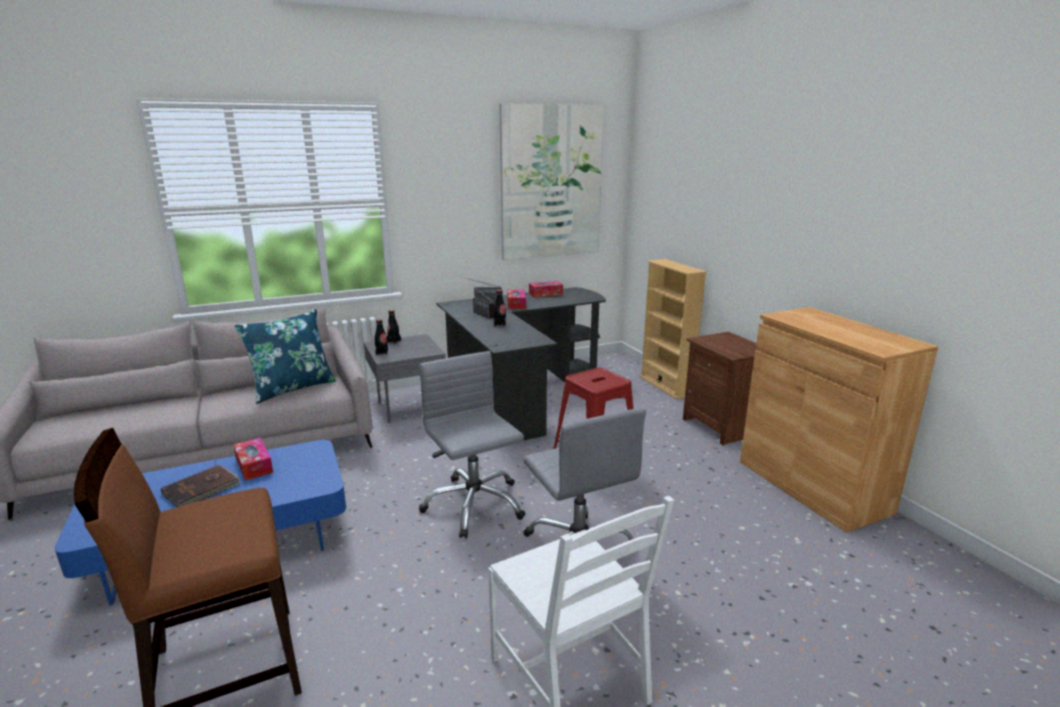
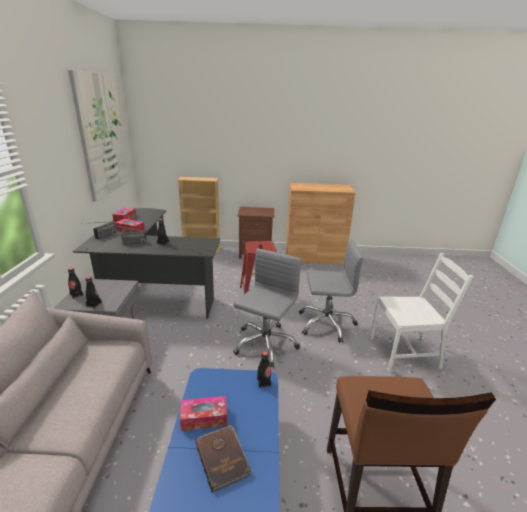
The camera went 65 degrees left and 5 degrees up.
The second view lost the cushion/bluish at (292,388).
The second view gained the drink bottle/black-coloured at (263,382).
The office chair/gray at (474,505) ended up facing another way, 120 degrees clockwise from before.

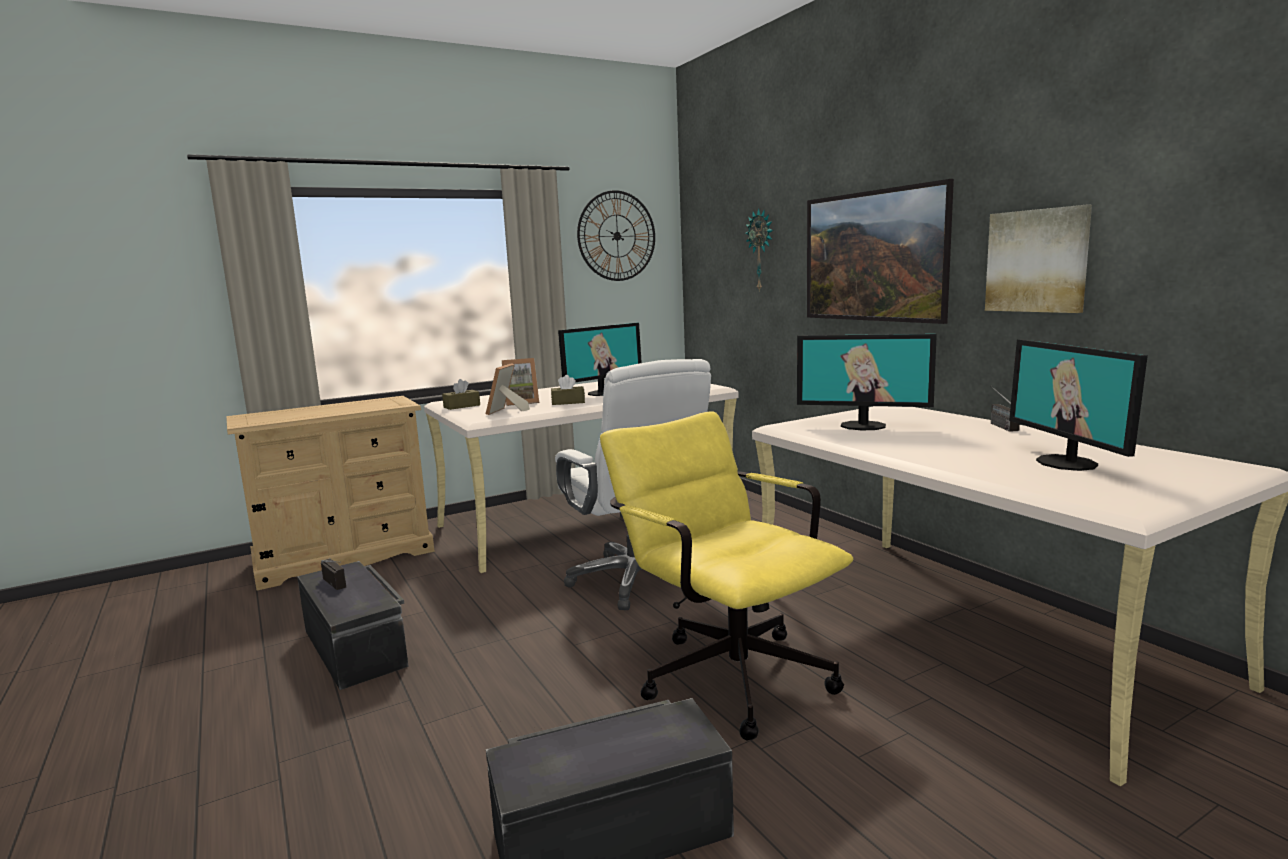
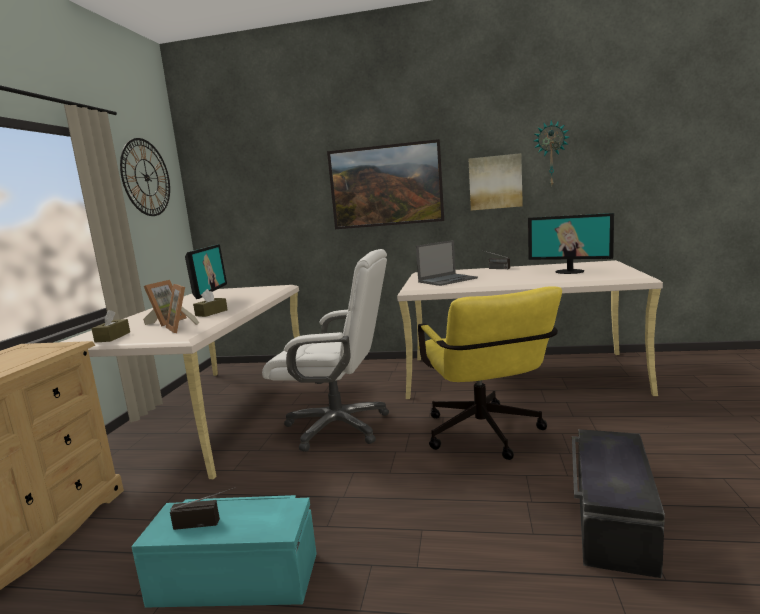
The camera went 50 degrees left and 0 degrees up.
The wall clock ended up elsewhere, having gone from (761,250) to (550,154).
Where the computer screen stood at (863,425), the laptop came to stand at (448,280).
What was the storage bin/black-coloured at (356,647) turned into the storage bin/turquoise at (235,577).
The office chair/yellow at (725,671) ended up facing another way, 105 degrees counterclockwise from before.

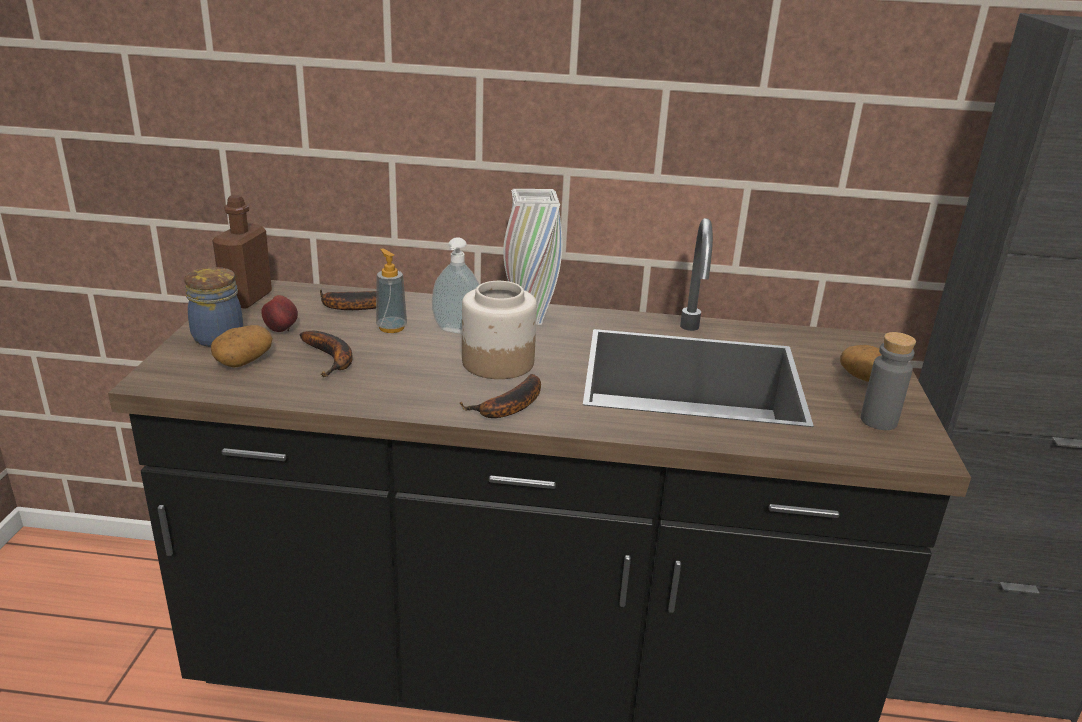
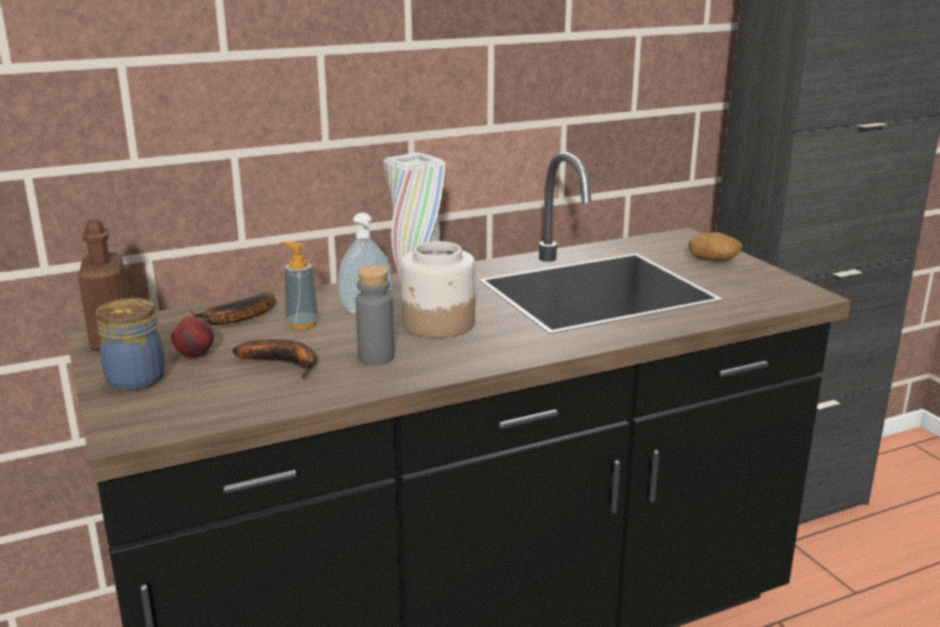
The camera went 30 degrees left and 5 degrees down.
The second view lost the whole potato at (244,360).
The second view lost the banana fruit at (509,407).
The drink bottle/gray ended up elsewhere, having gone from (878,421) to (376,357).

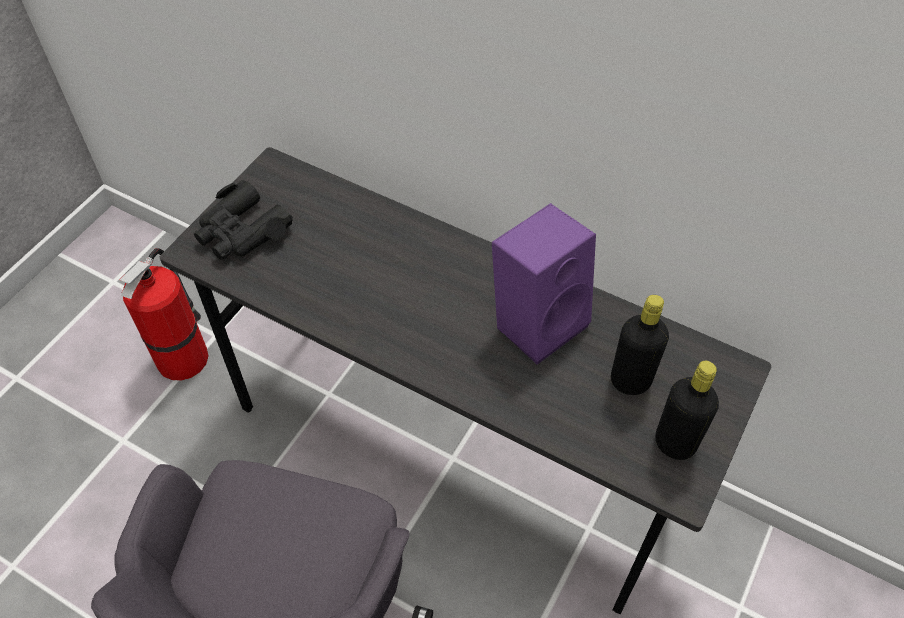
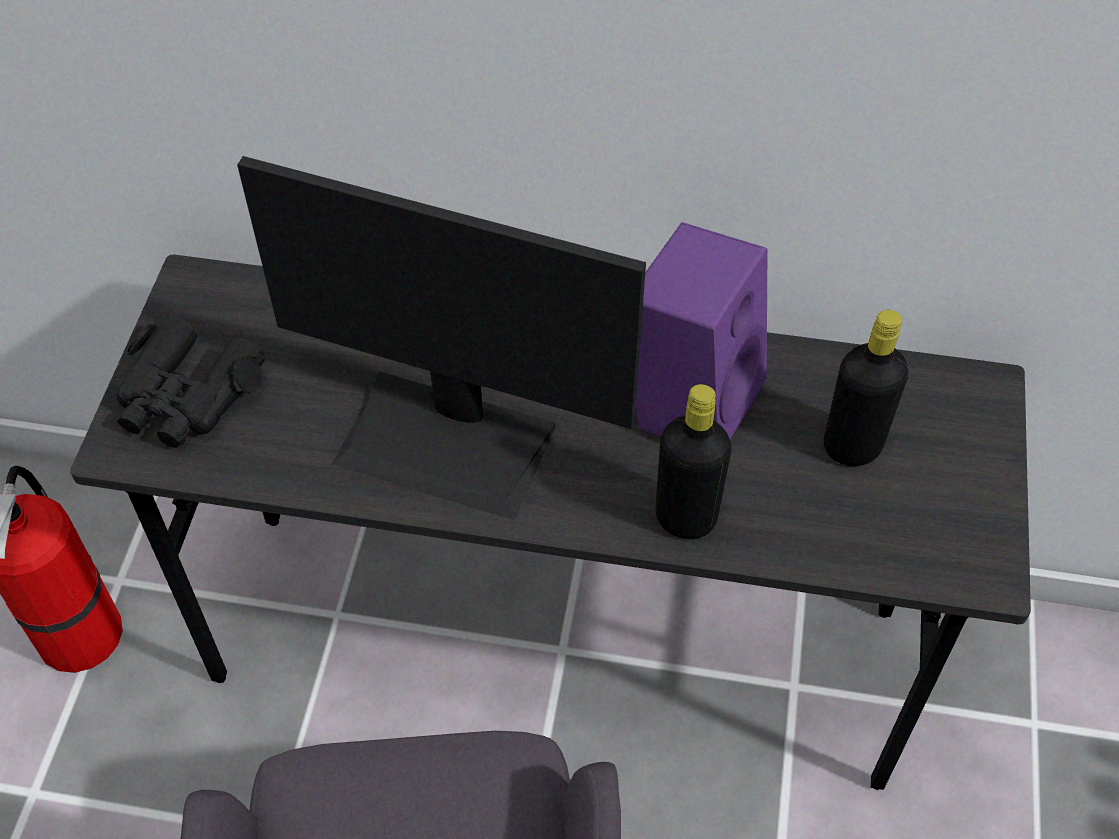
The camera went 20 degrees left and 0 degrees up.
The second view gained the computer screen at (448,441).
The drink bottle/black-coloured ended up elsewhere, having gone from (675,443) to (685,517).

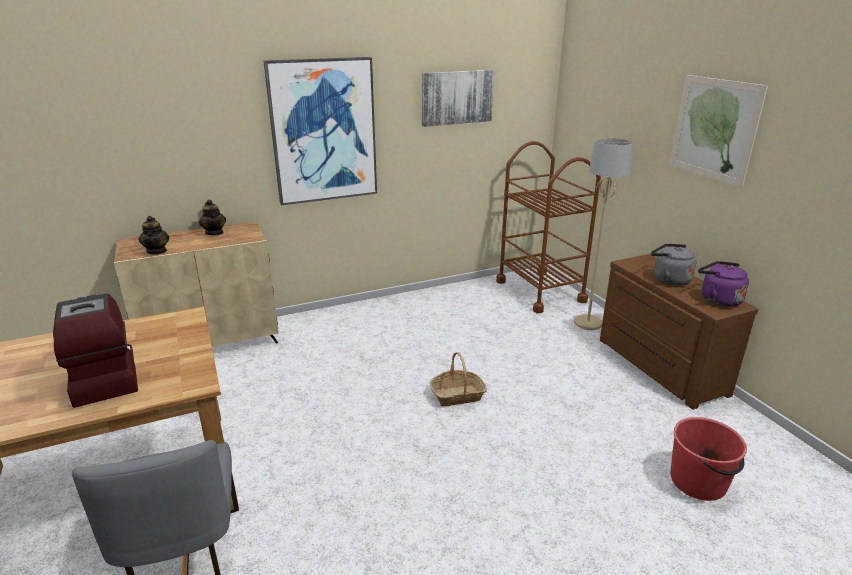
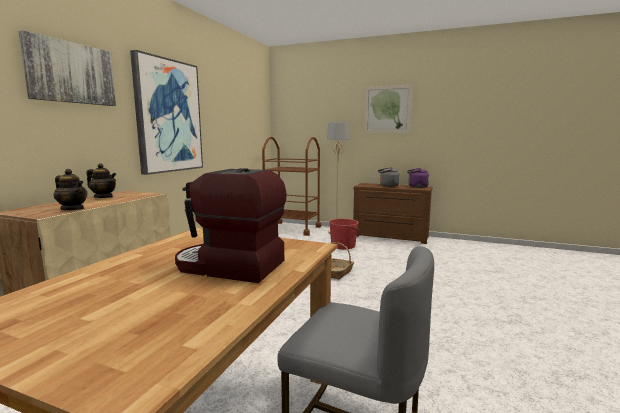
The camera went 45 degrees left and 15 degrees down.
The wall picture ended up elsewhere, having gone from (457,97) to (71,73).
The pail/red-coloured ended up elsewhere, having gone from (699,481) to (343,246).

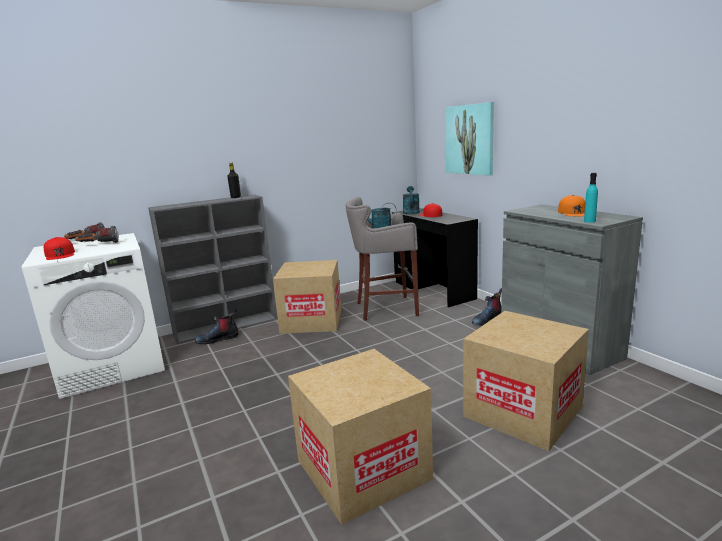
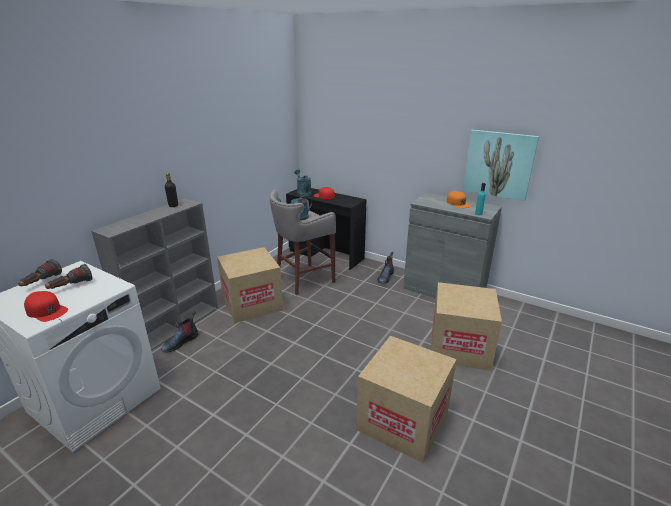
The camera went 30 degrees left and 10 degrees up.
The wall picture ended up elsewhere, having gone from (469,139) to (498,164).

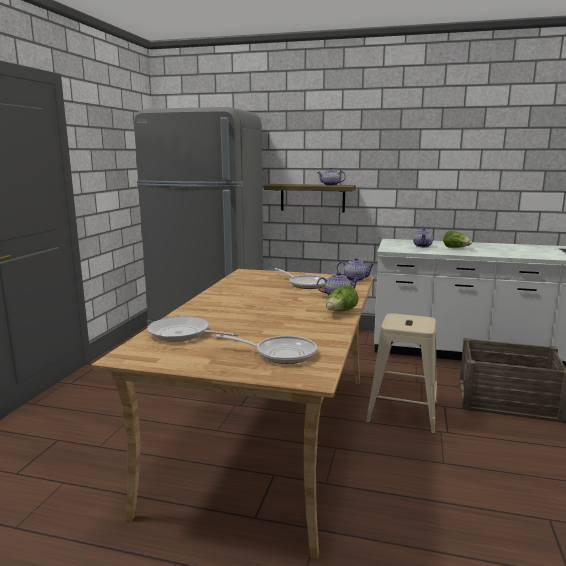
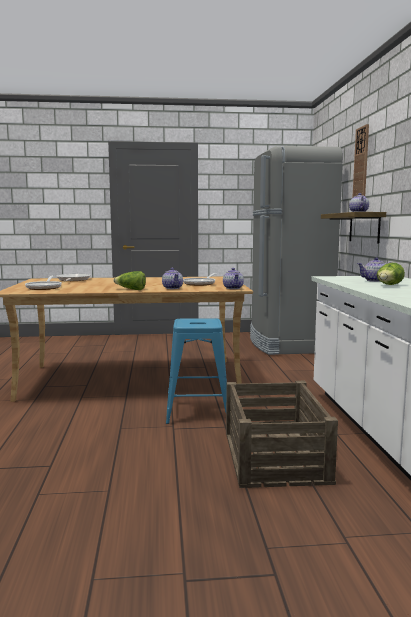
The camera went 70 degrees right and 5 degrees down.
The second view gained the wall clock at (361,164).
What was the stool seat/beige-coloured at (402,412) turned into the stool seat/bluish at (198,411).

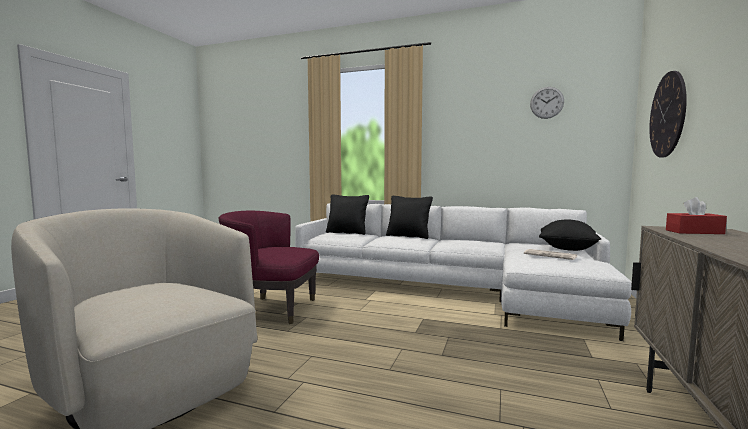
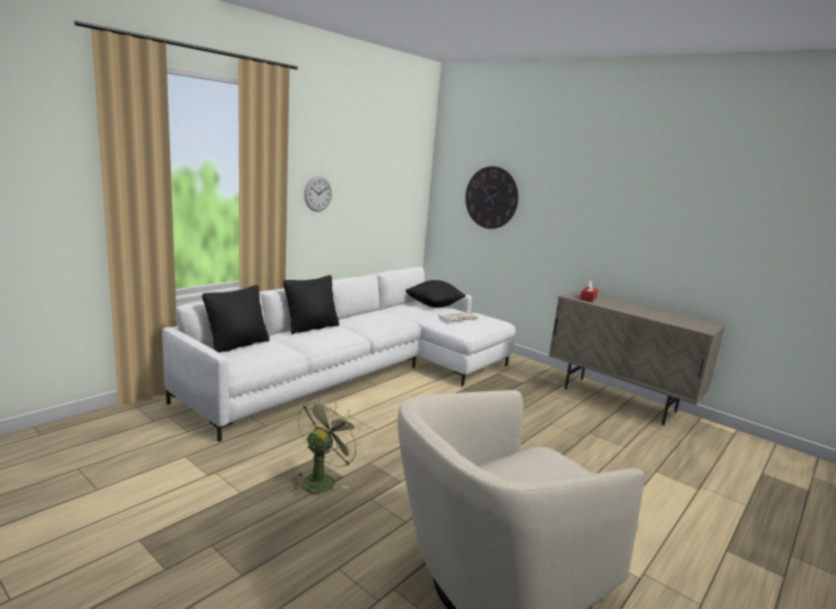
The camera went 70 degrees left and 10 degrees up.
The wall clock ended up elsewhere, having gone from (546,102) to (318,194).
Where the easy chair/purple stood at (273,309), the electric fan/greenish came to stand at (322,479).

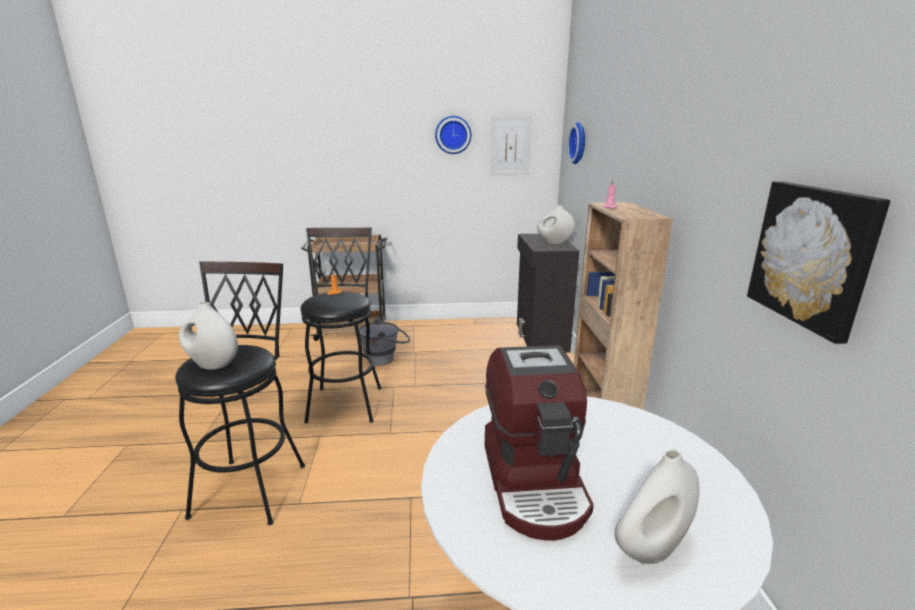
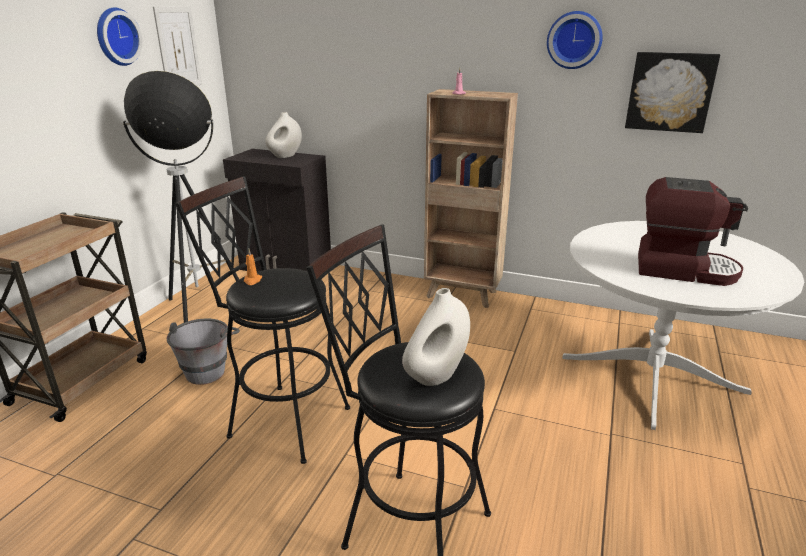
The camera went 65 degrees left and 5 degrees up.
The second view lost the decorative vase/whitish at (651,549).
The second view gained the floor lamp at (201,312).
The wall clock ended up elsewhere, having gone from (579,143) to (574,40).

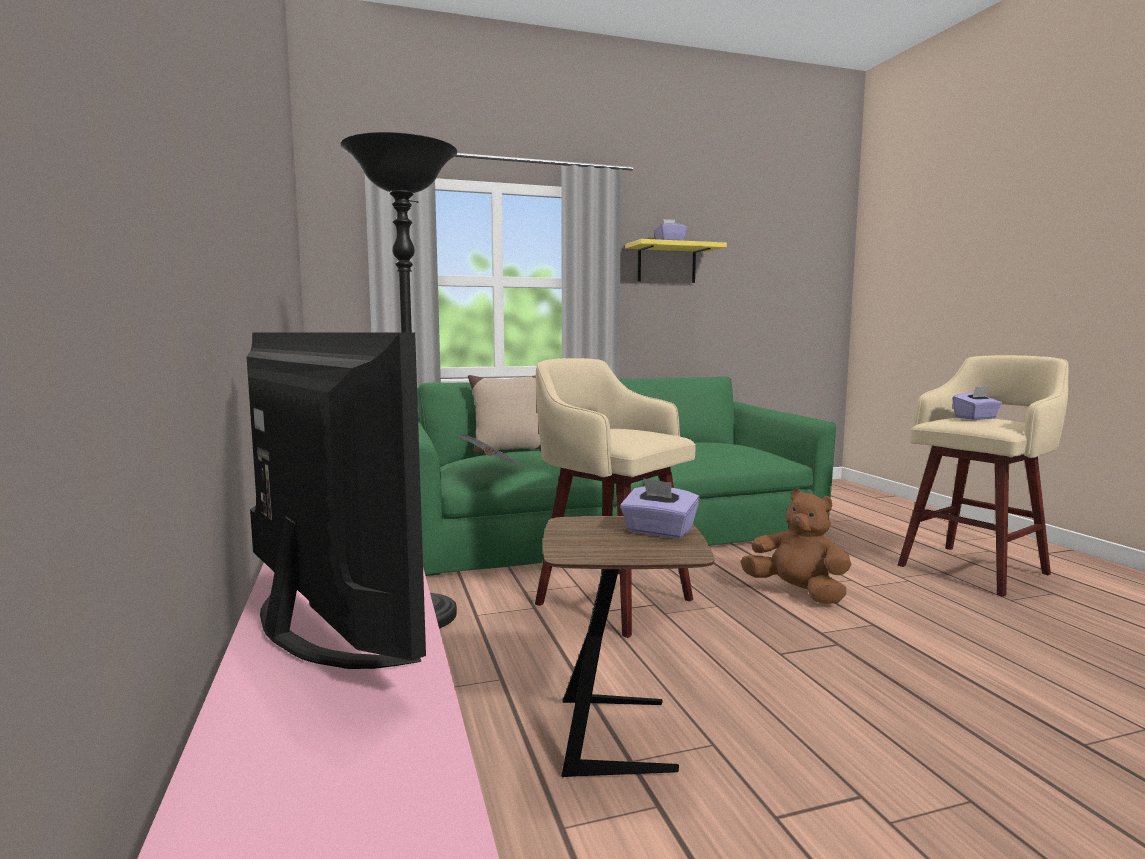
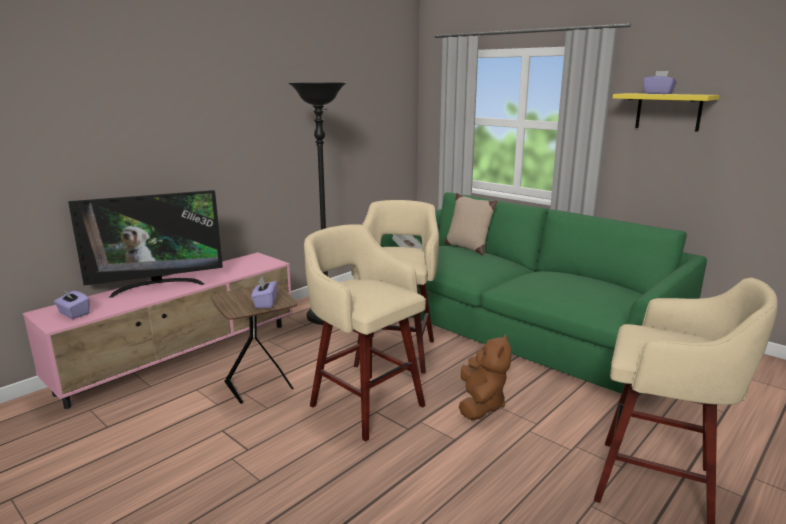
The camera went 60 degrees right and 10 degrees up.
The second view gained the stool seat/beige-coloured at (365,404).
The box of tissues/purple ended up elsewhere, having gone from (975,418) to (73,313).
The television at (312,627) ended up facing another way, 45 degrees clockwise from before.

